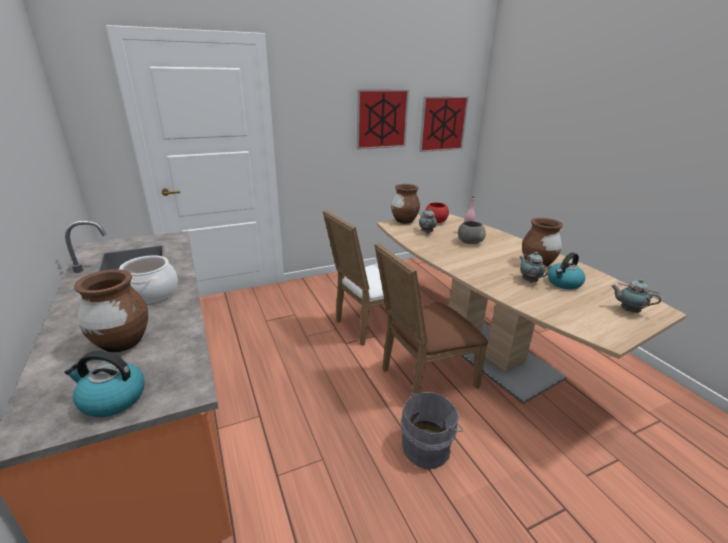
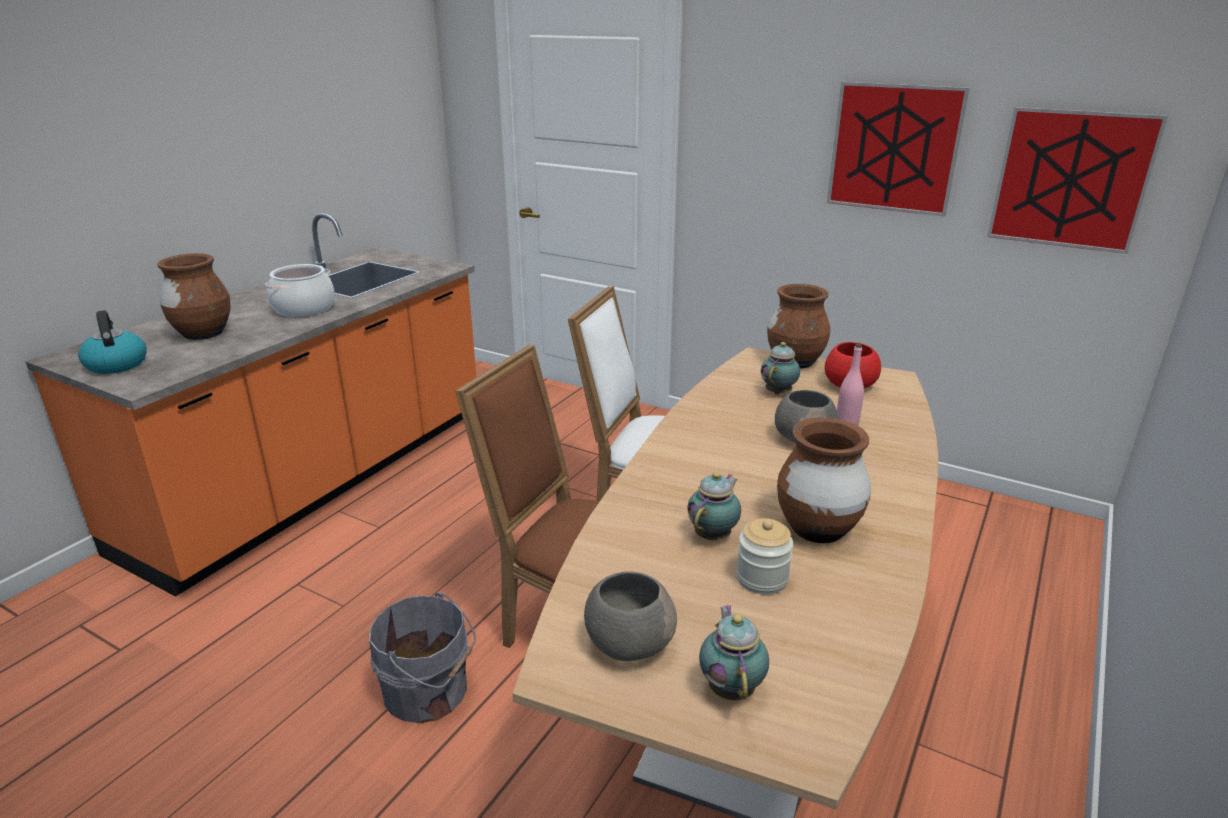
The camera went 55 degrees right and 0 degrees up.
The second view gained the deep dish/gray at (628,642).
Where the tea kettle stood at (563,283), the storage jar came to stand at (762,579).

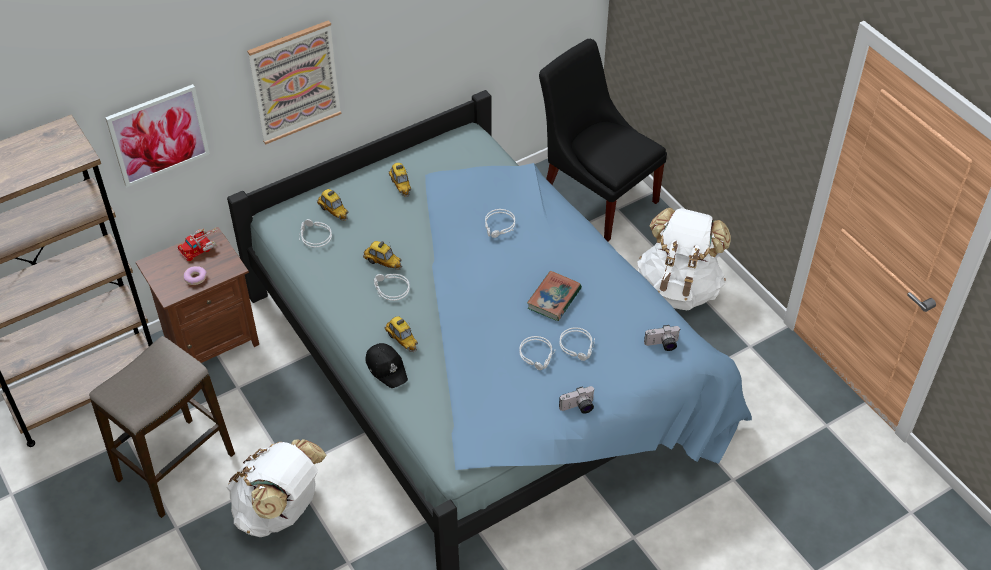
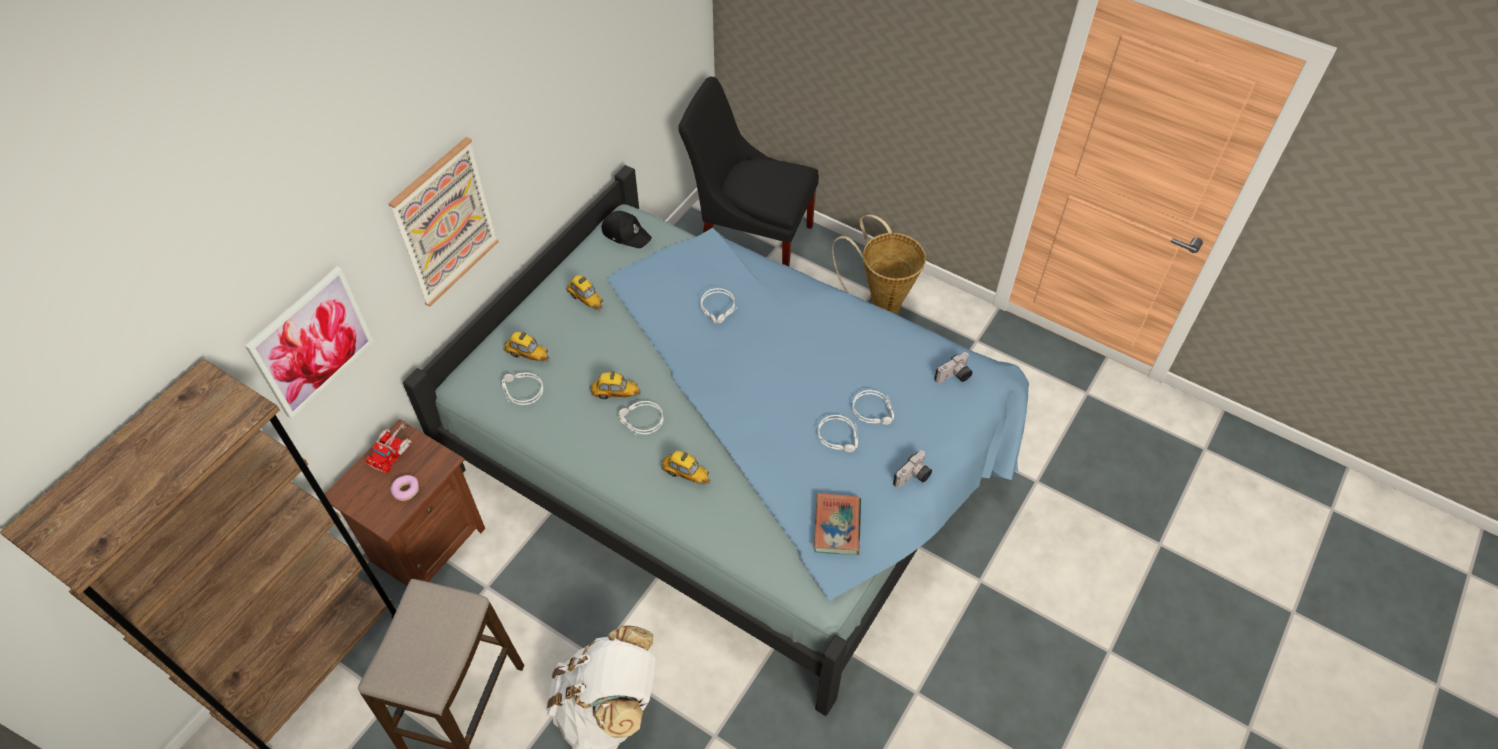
The camera went 25 degrees left and 5 degrees up.
The peaked cap/black-coloured ended up elsewhere, having gone from (387,368) to (626,233).
The volume ended up elsewhere, having gone from (554,298) to (837,526).
Where the backpack/whitish stood at (679,288), the storage basket came to stand at (880,306).

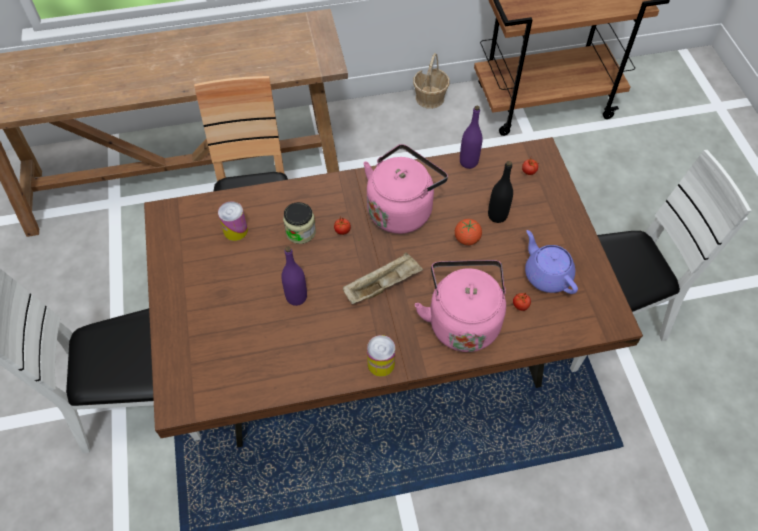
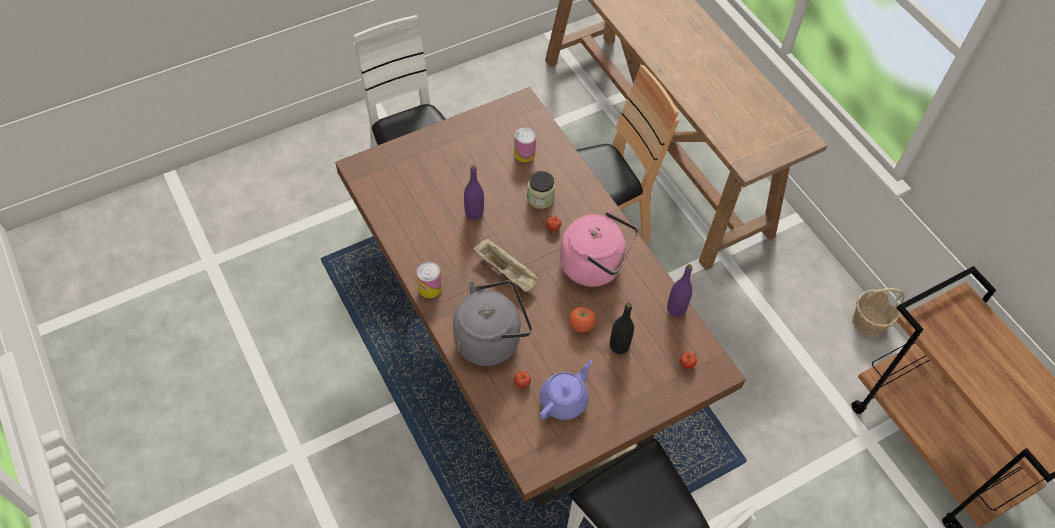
The camera went 70 degrees right and 0 degrees up.
What was the tea kettle/pink-coloured at (462,320) turned into the tea kettle/gray at (491,339).

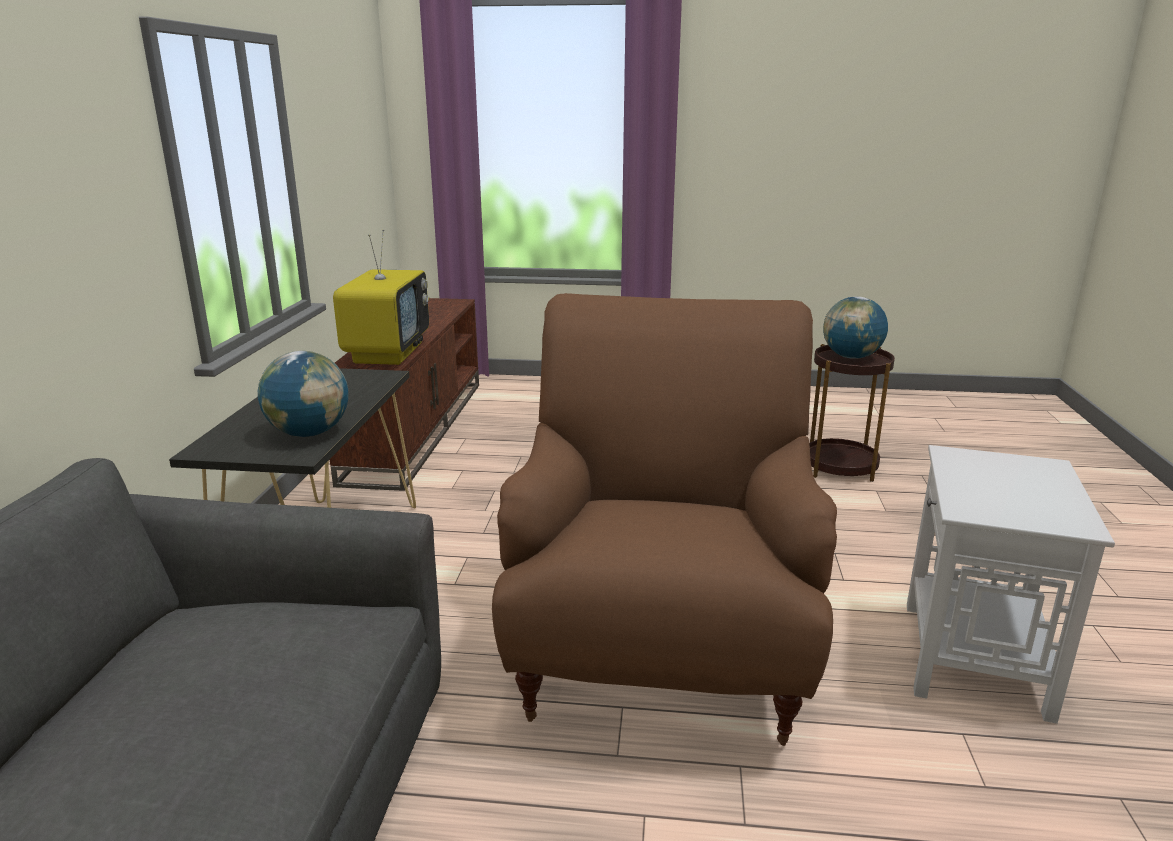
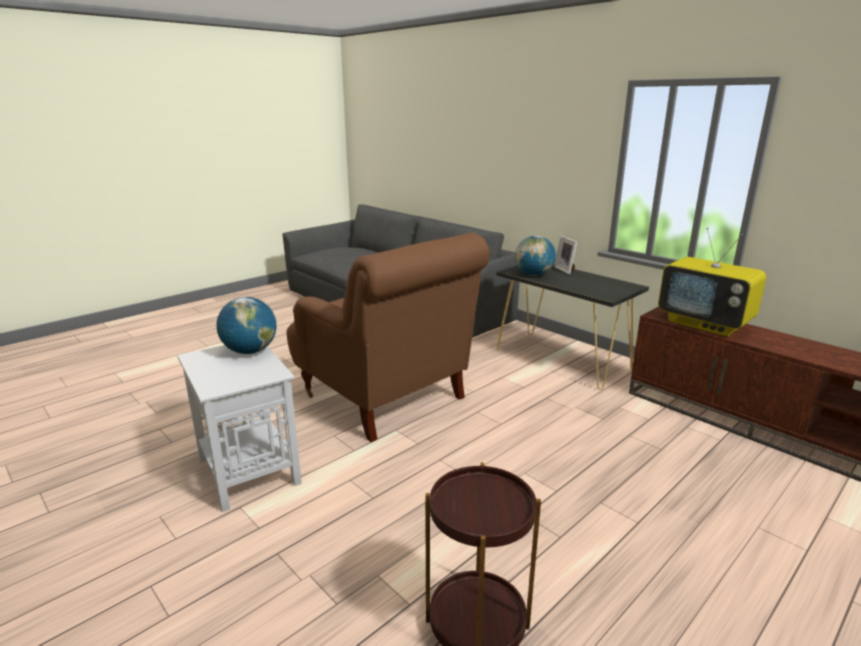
The camera went 130 degrees right and 0 degrees up.
The second view gained the standing frame at (566,270).
The desk globe ended up elsewhere, having gone from (851,357) to (250,351).

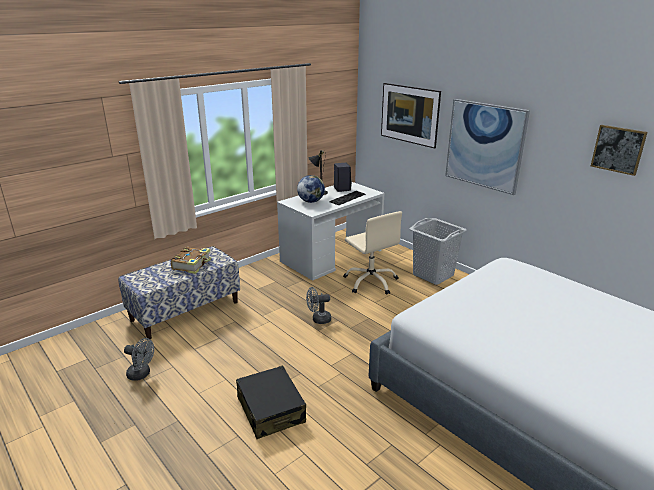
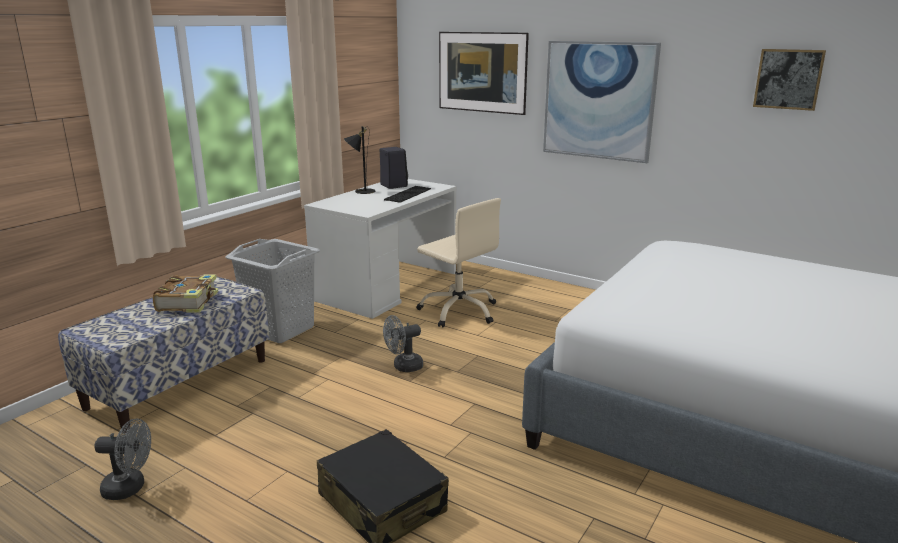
The camera went 15 degrees left and 5 degrees down.
The second view lost the desk globe at (311,201).
The laundry basket/gray ended up elsewhere, having gone from (433,275) to (280,330).

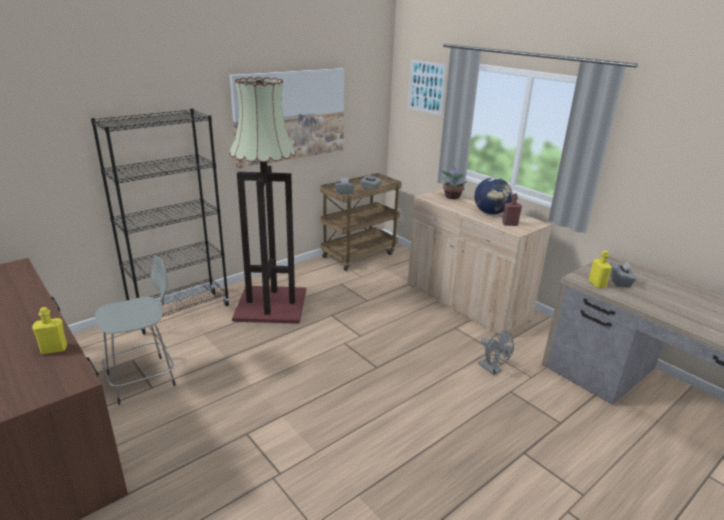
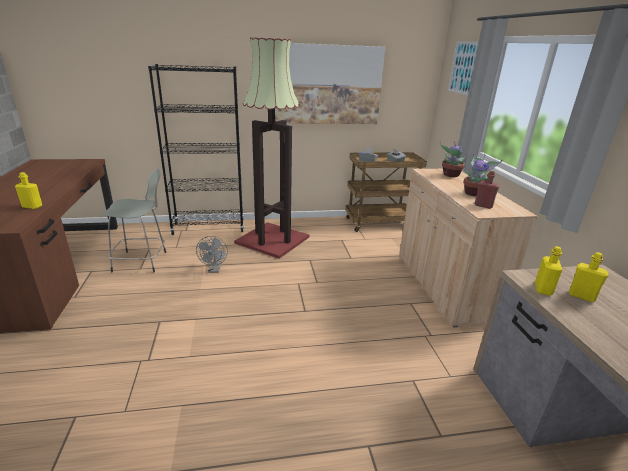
The camera went 30 degrees right and 0 degrees up.
The electric fan/gray ended up elsewhere, having gone from (492,370) to (214,270).
Where the desk globe stood at (490,213), the potted plant came to stand at (474,193).
Where the box of tissues/gray stood at (619,282), the drink bottle/yellow came to stand at (581,296).

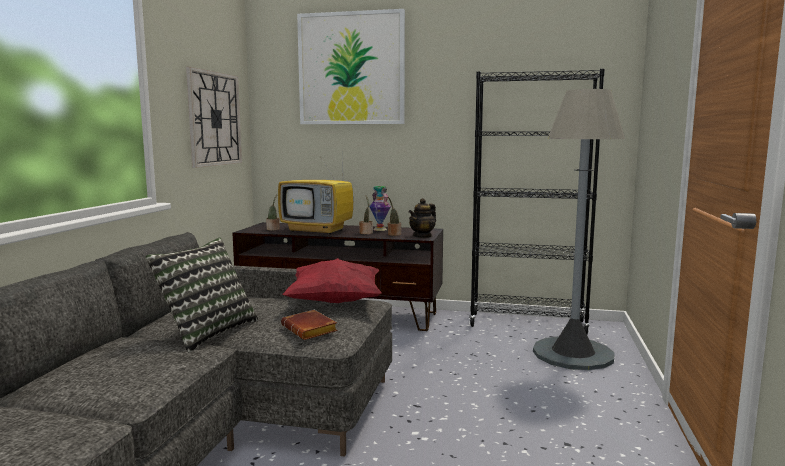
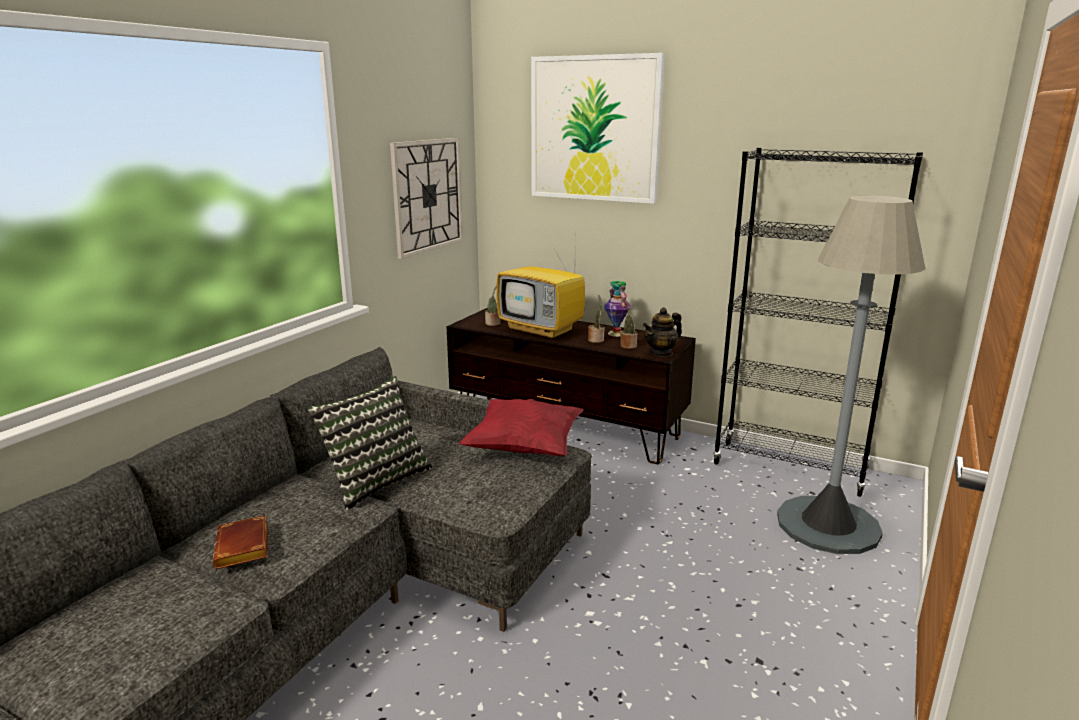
The camera went 15 degrees right and 10 degrees up.
The volume/brown ended up elsewhere, having gone from (311,330) to (245,548).

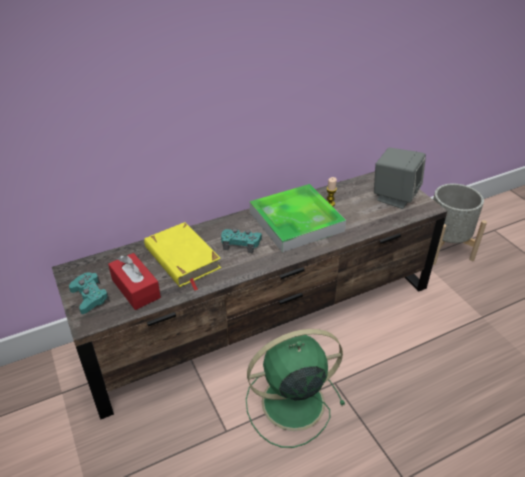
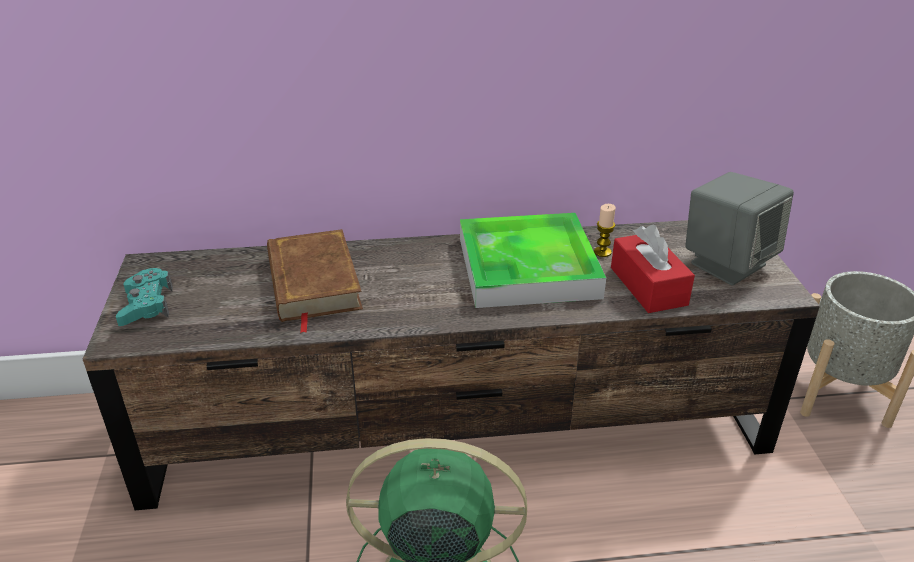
The camera went 20 degrees right and 5 degrees down.
The second view lost the game controller/turquoise at (241,243).
The box of tissues/red-coloured ended up elsewhere, having gone from (136,289) to (648,286).
What was the volume/yellow at (182,258) turned into the volume/brown at (312,282).

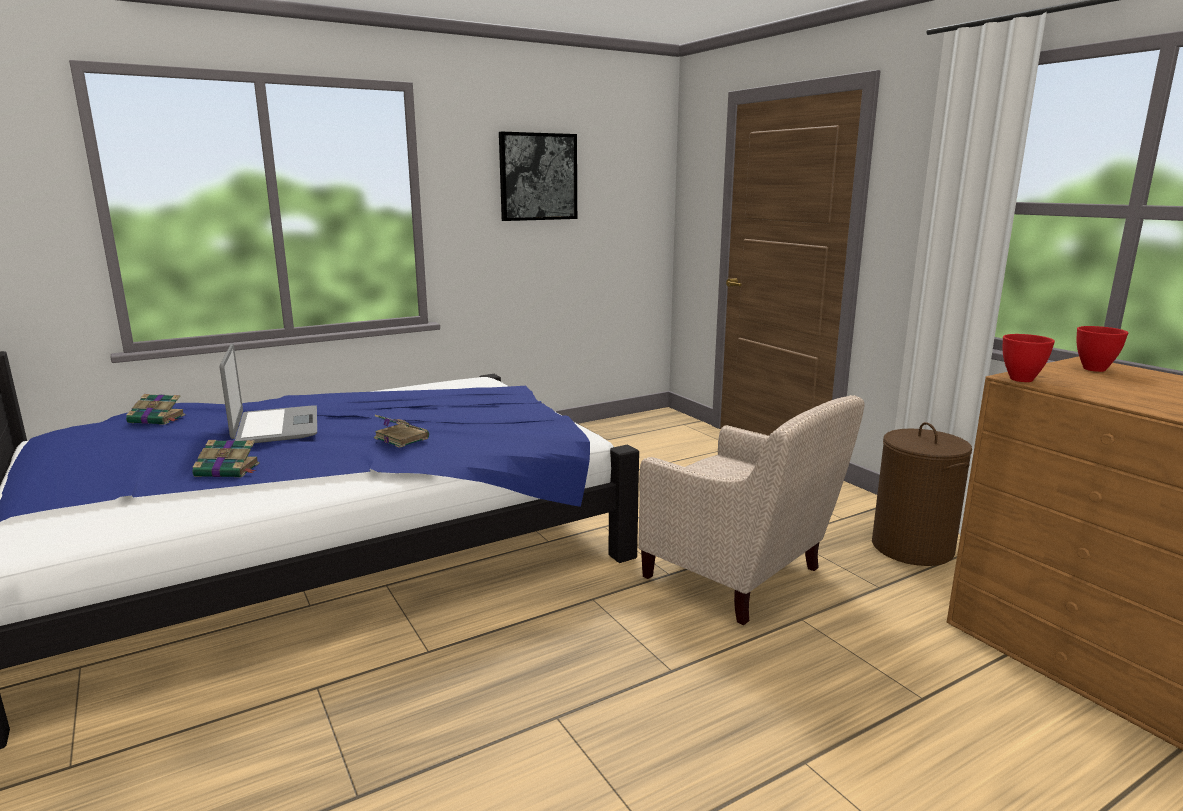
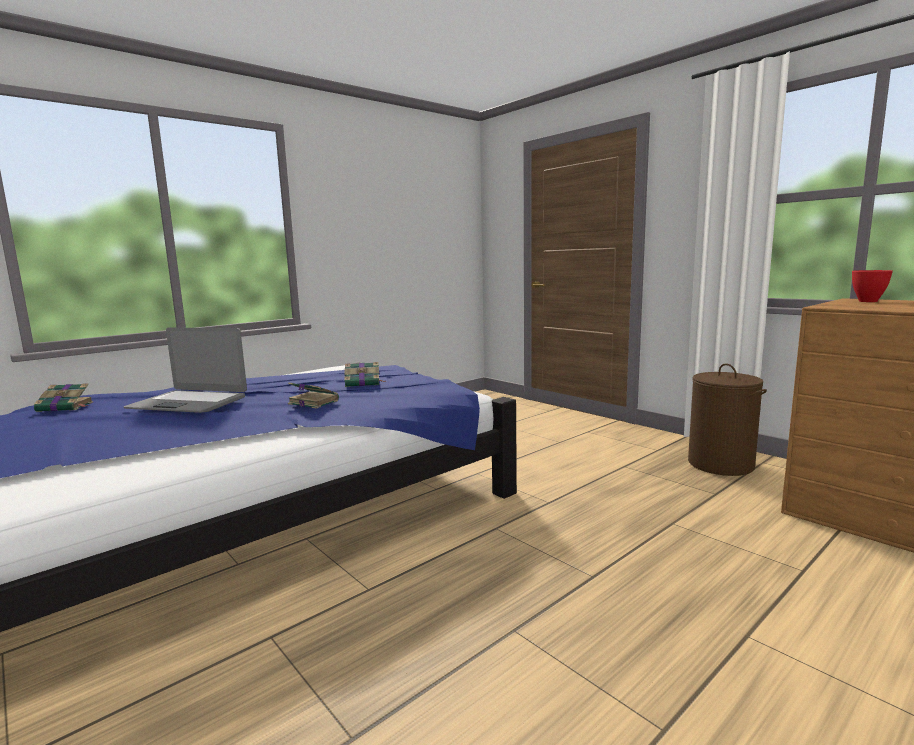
The camera went 10 degrees left and 5 degrees down.
The second view lost the wall picture at (538,177).
The second view lost the easy chair/beige-coloured at (740,578).
The second view lost the deep dish/red-coloured at (1022,380).
The volume ended up elsewhere, having gone from (228,470) to (363,383).
The laptop at (275,426) ended up facing another way, 135 degrees clockwise from before.

